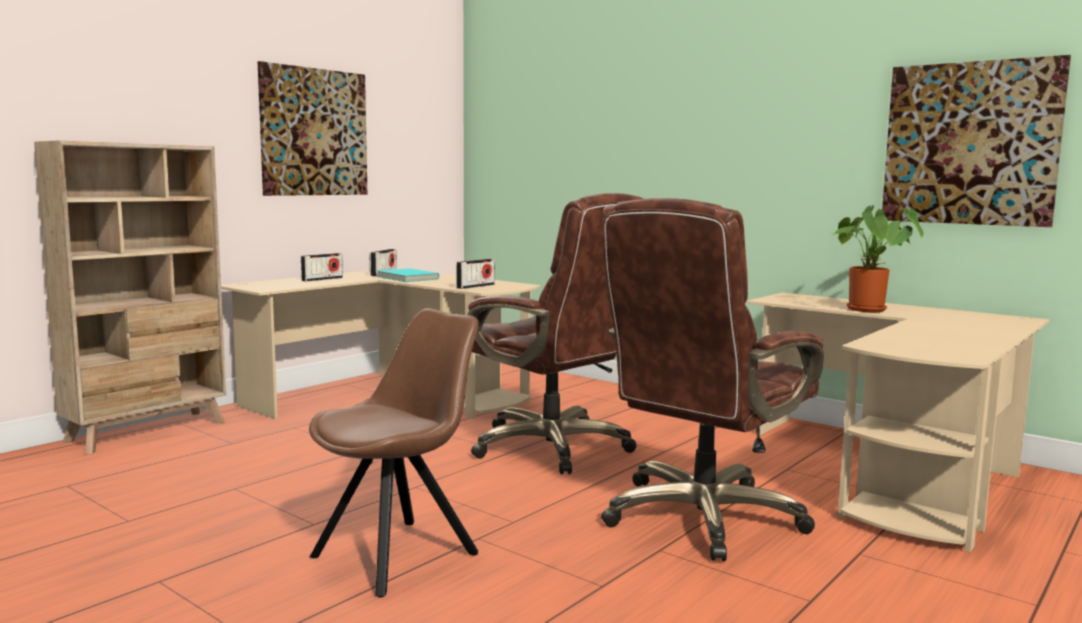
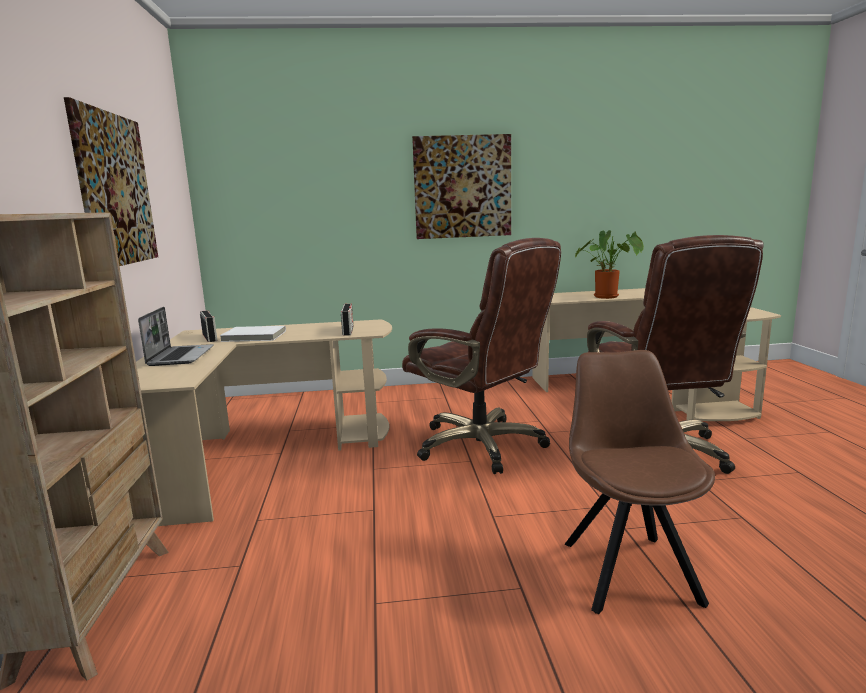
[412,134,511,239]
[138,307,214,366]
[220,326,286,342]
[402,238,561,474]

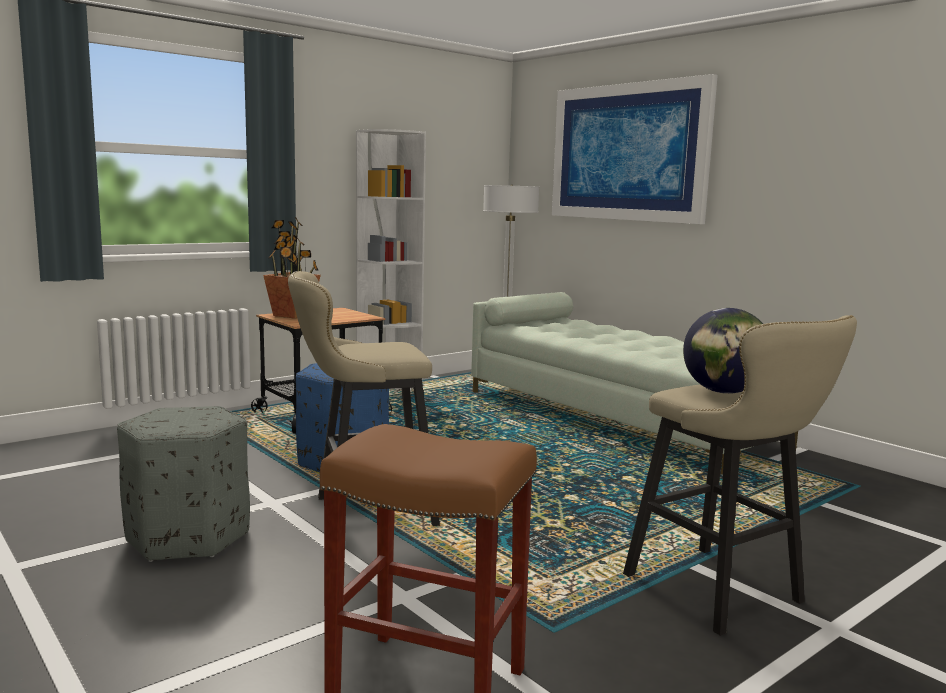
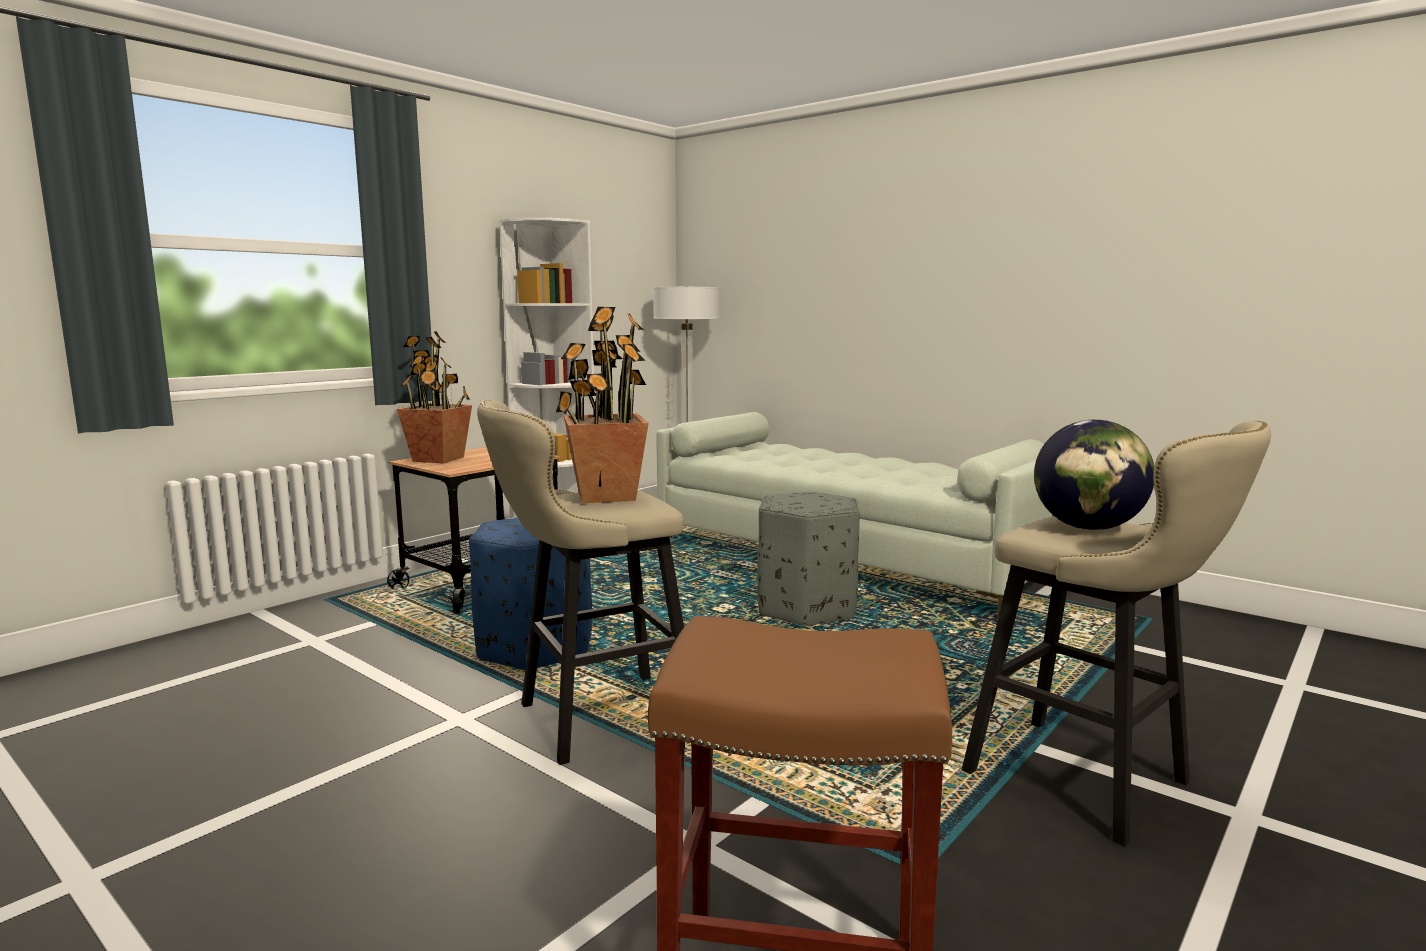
[552,74,718,224] (first image)
[556,307,649,503]
[757,492,860,626]

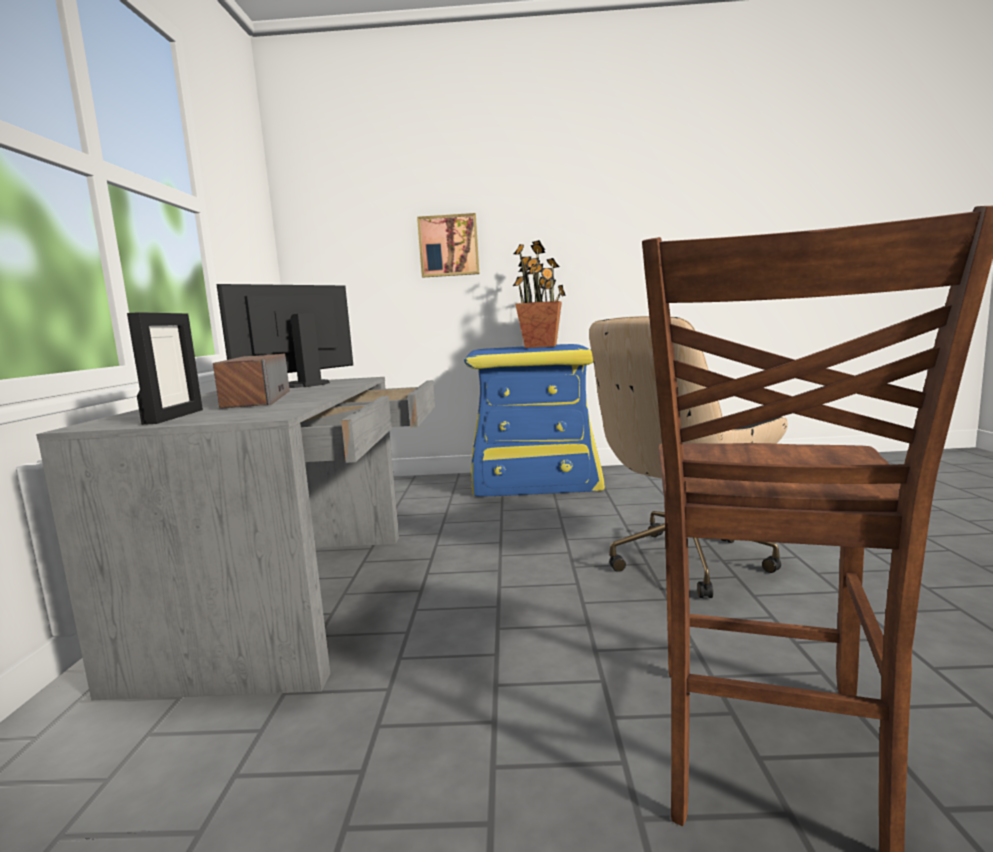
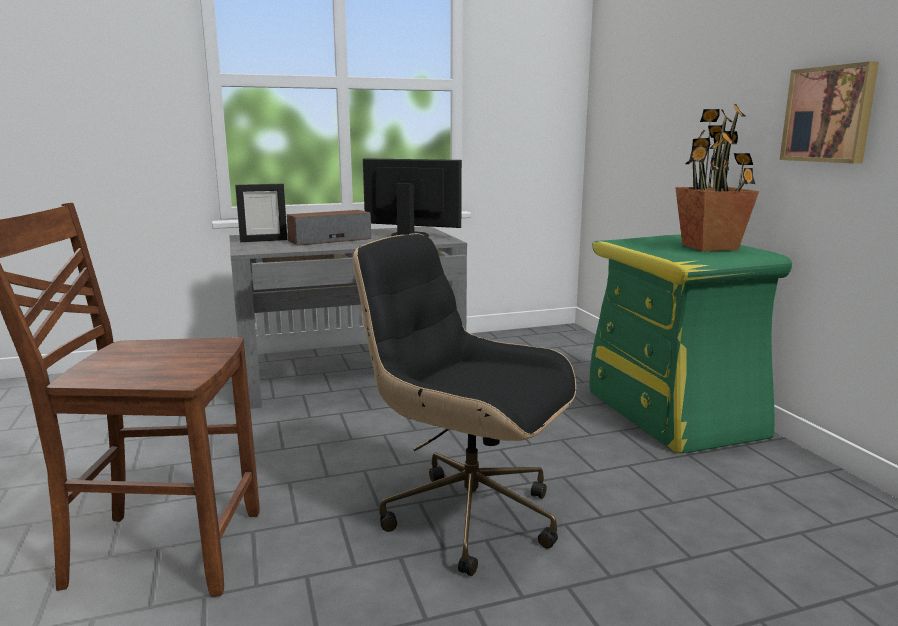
[780,61,879,164]
[590,234,792,453]

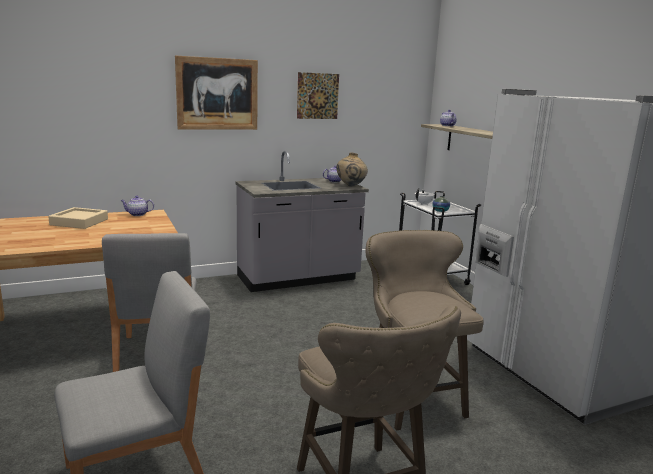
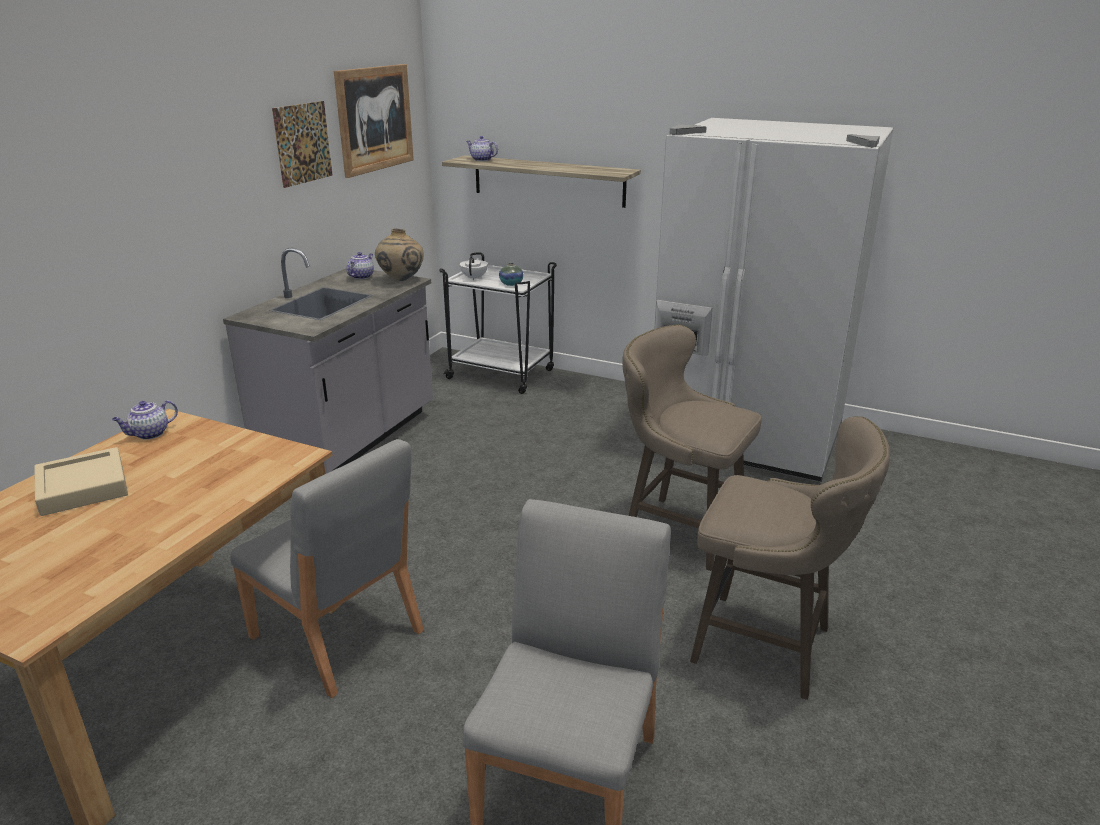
[334,64,414,178]

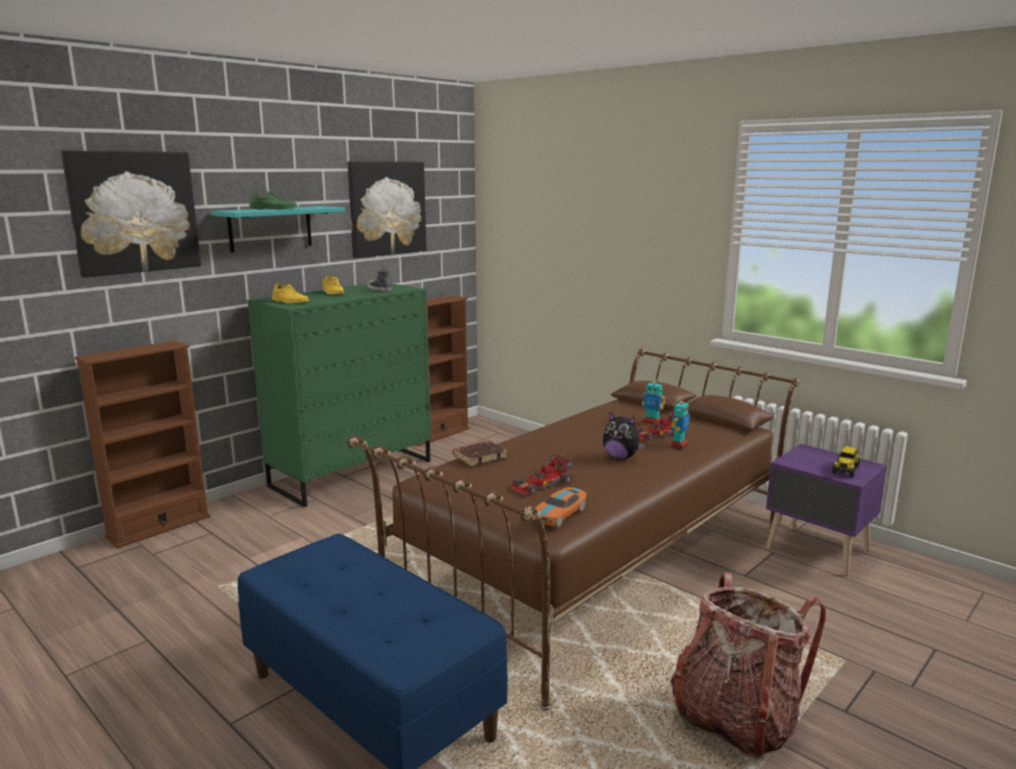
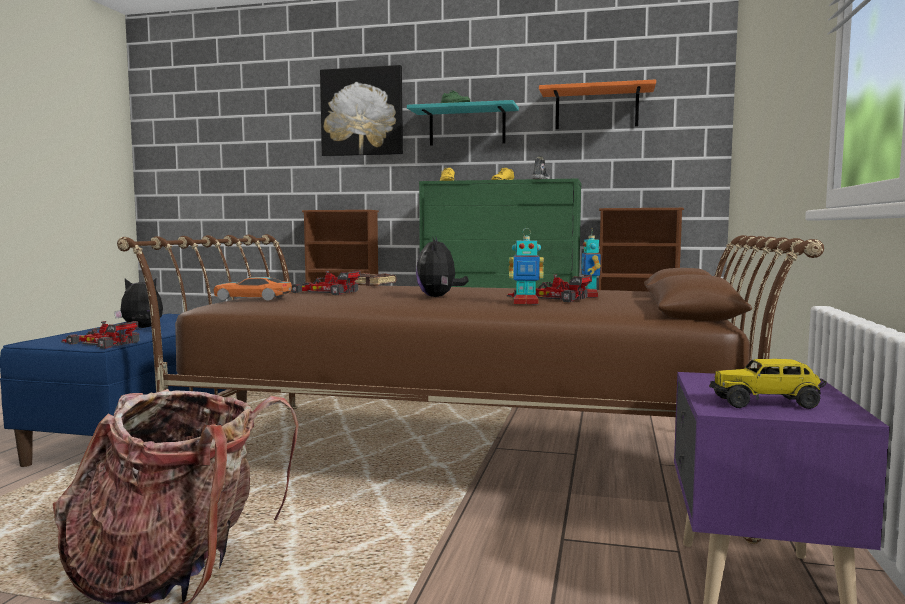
[61,321,140,349]
[114,278,163,328]
[539,79,656,129]

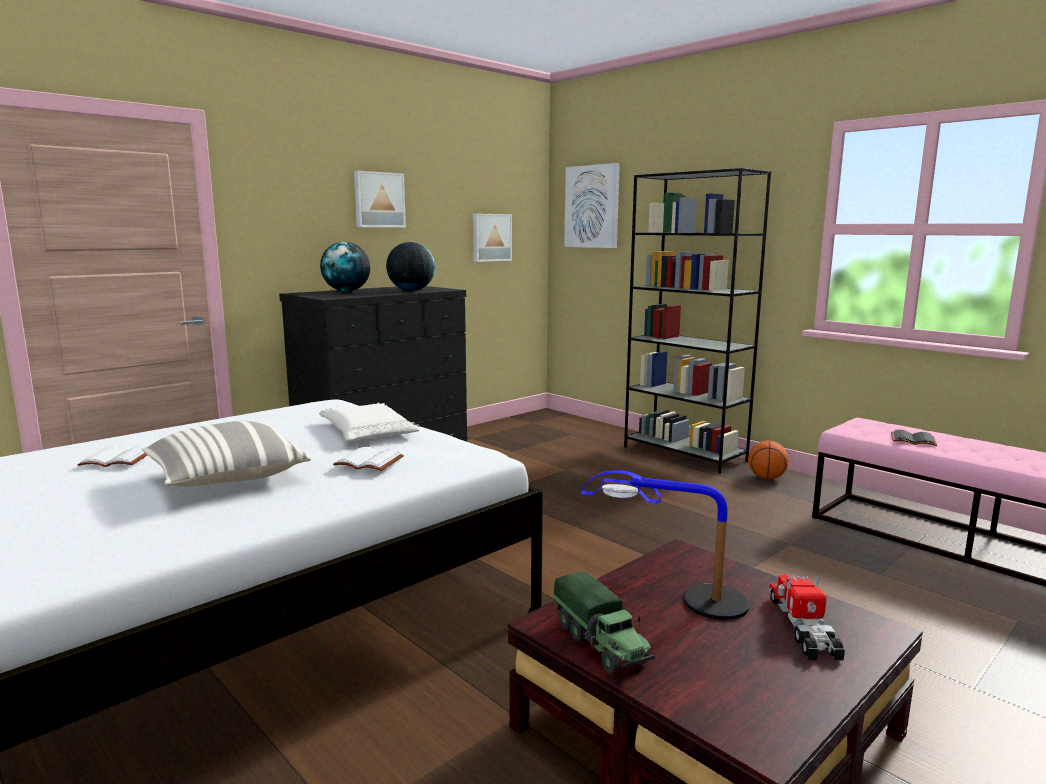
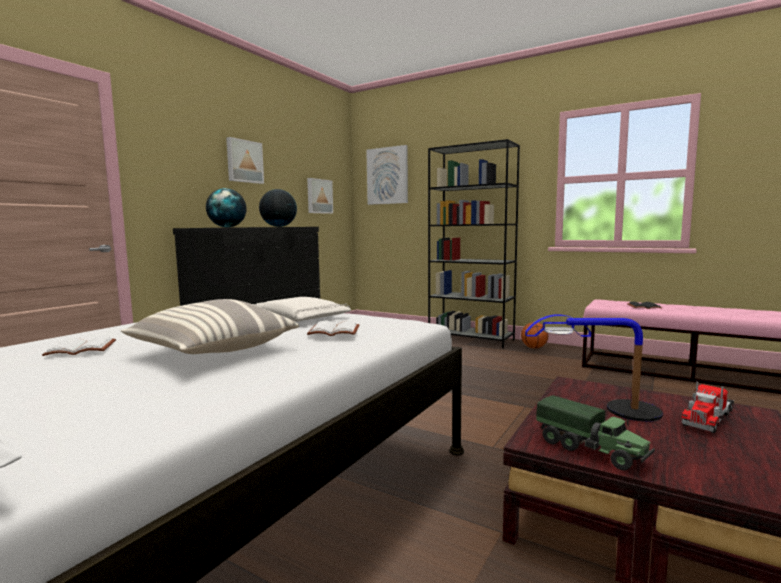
[681,381,734,433]

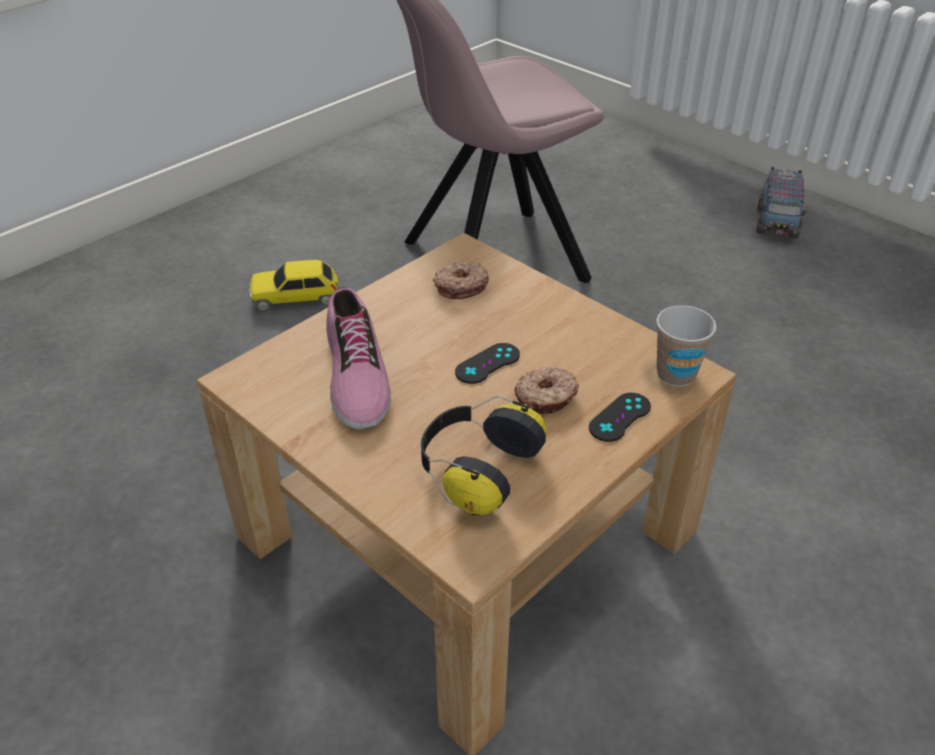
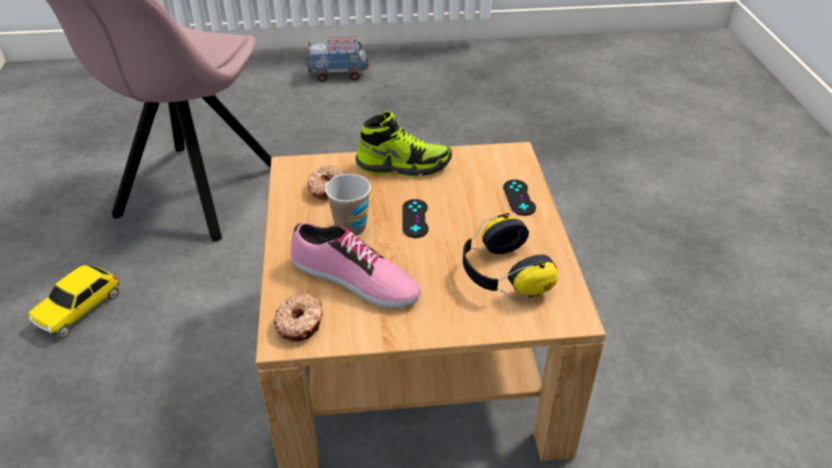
[355,111,452,177]
[274,293,323,342]
[325,174,371,236]
[306,37,370,82]

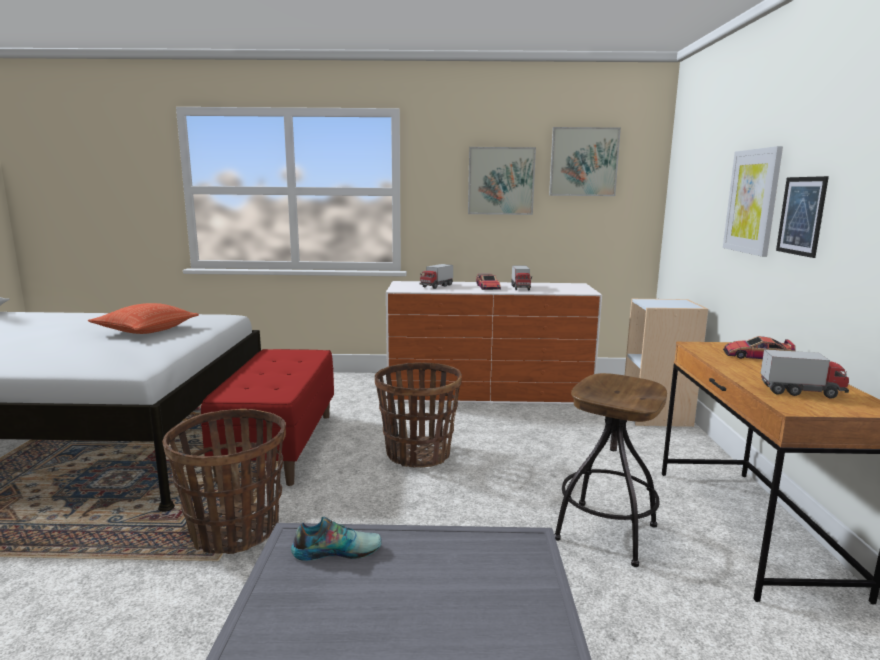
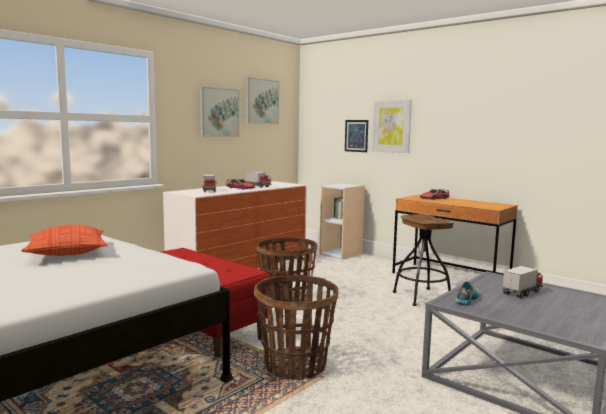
[502,266,543,298]
[345,120,368,152]

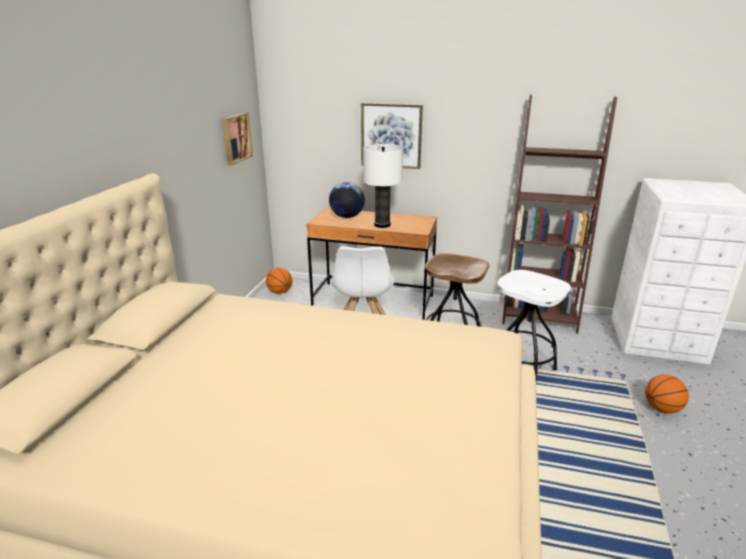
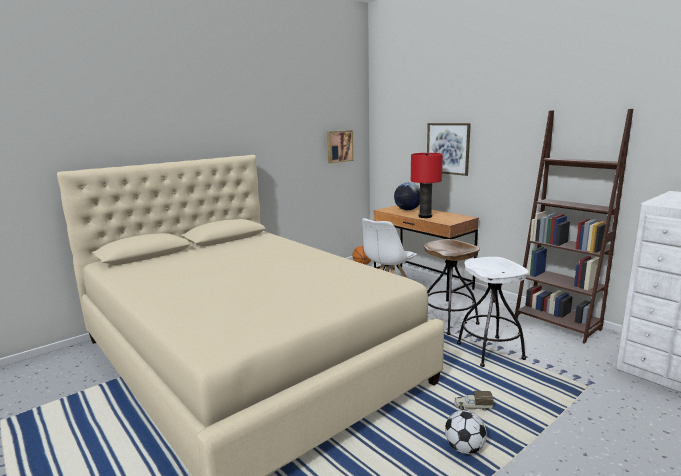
[645,375,689,414] (first image)
[445,410,487,454]
[454,391,493,411]
[411,153,443,218]

